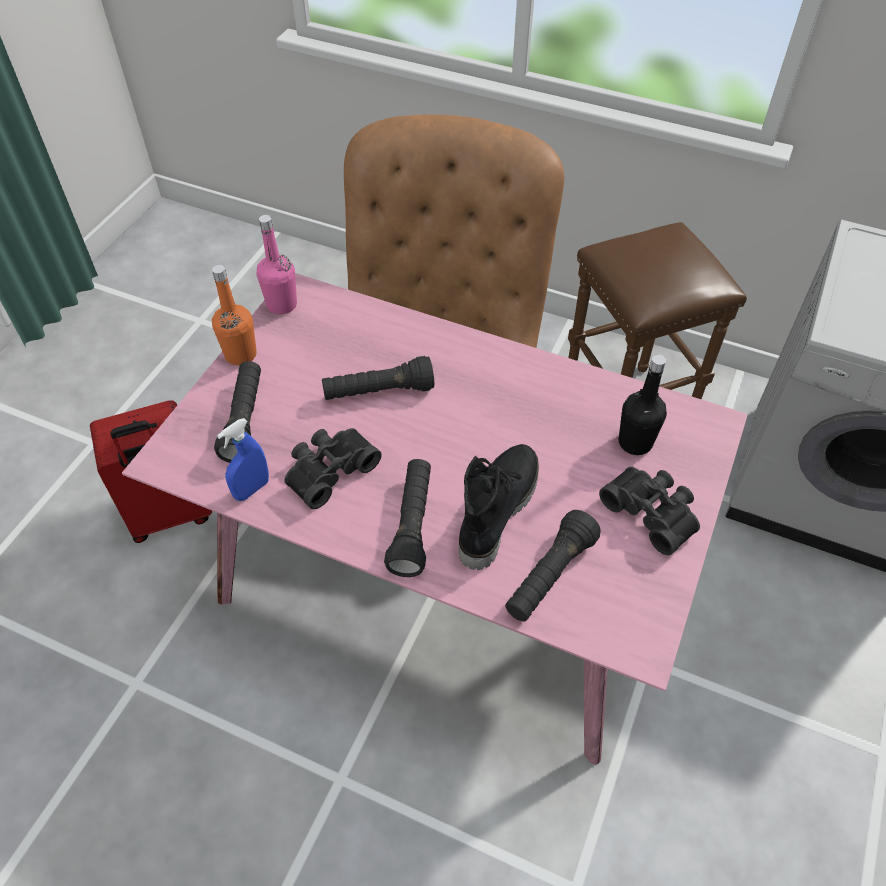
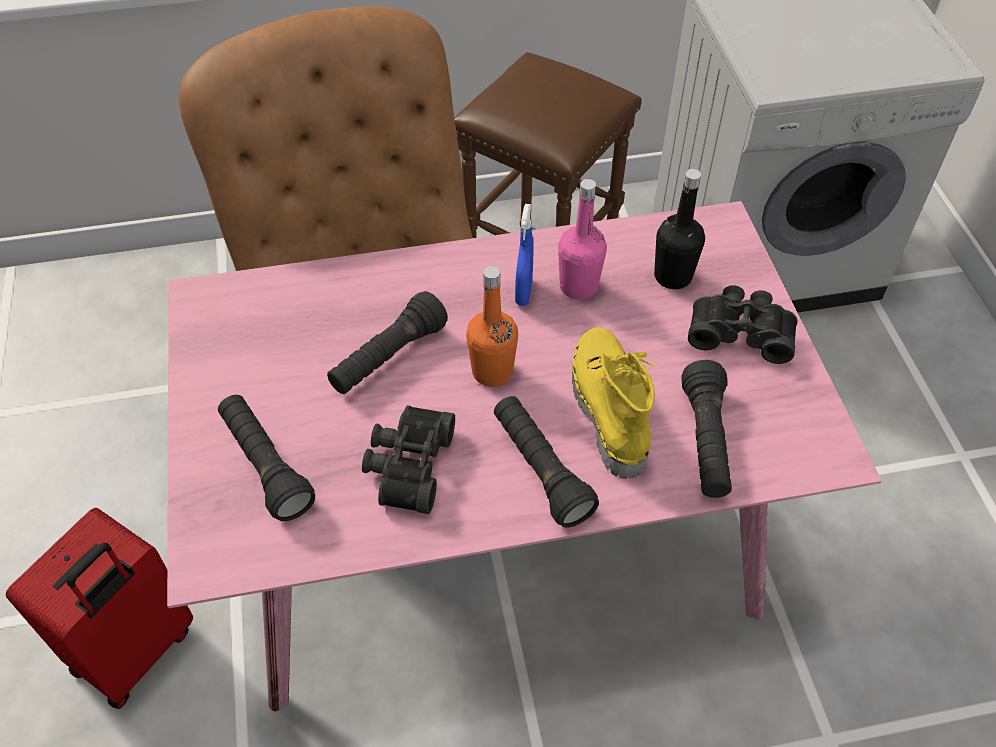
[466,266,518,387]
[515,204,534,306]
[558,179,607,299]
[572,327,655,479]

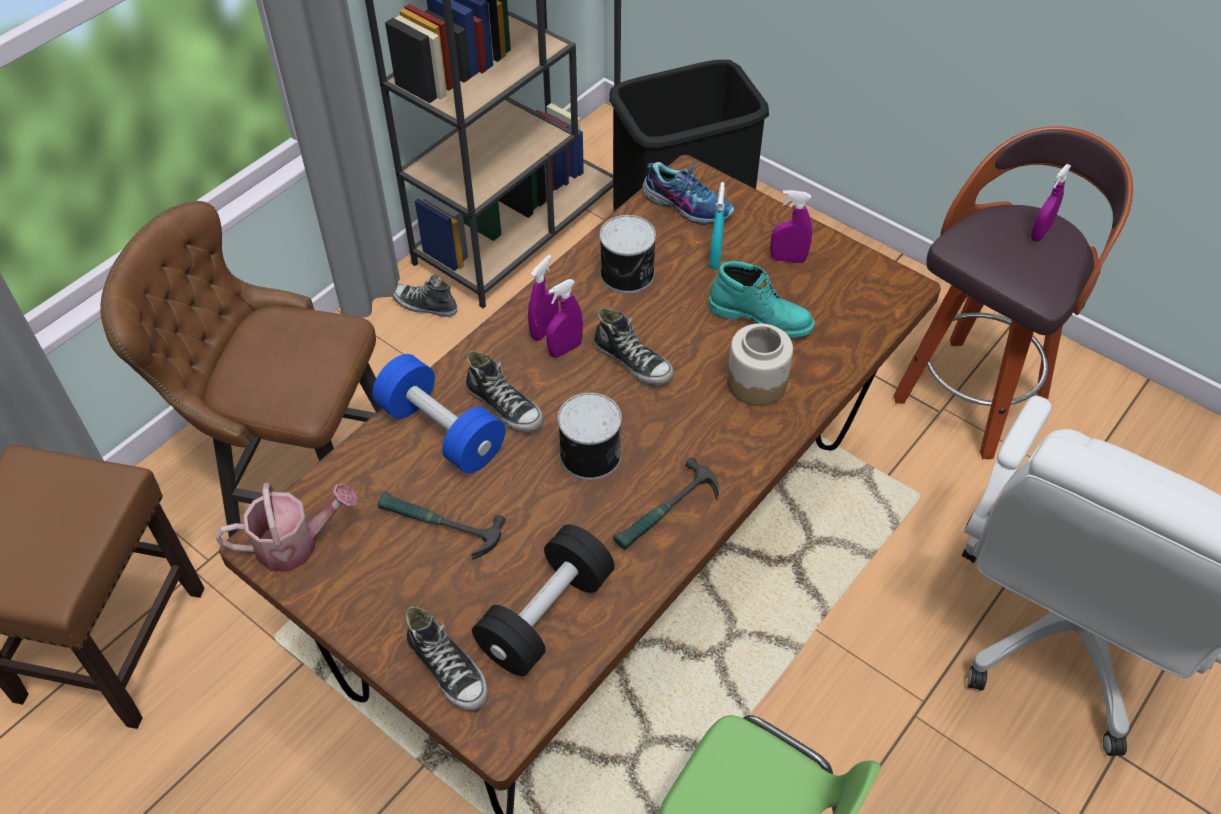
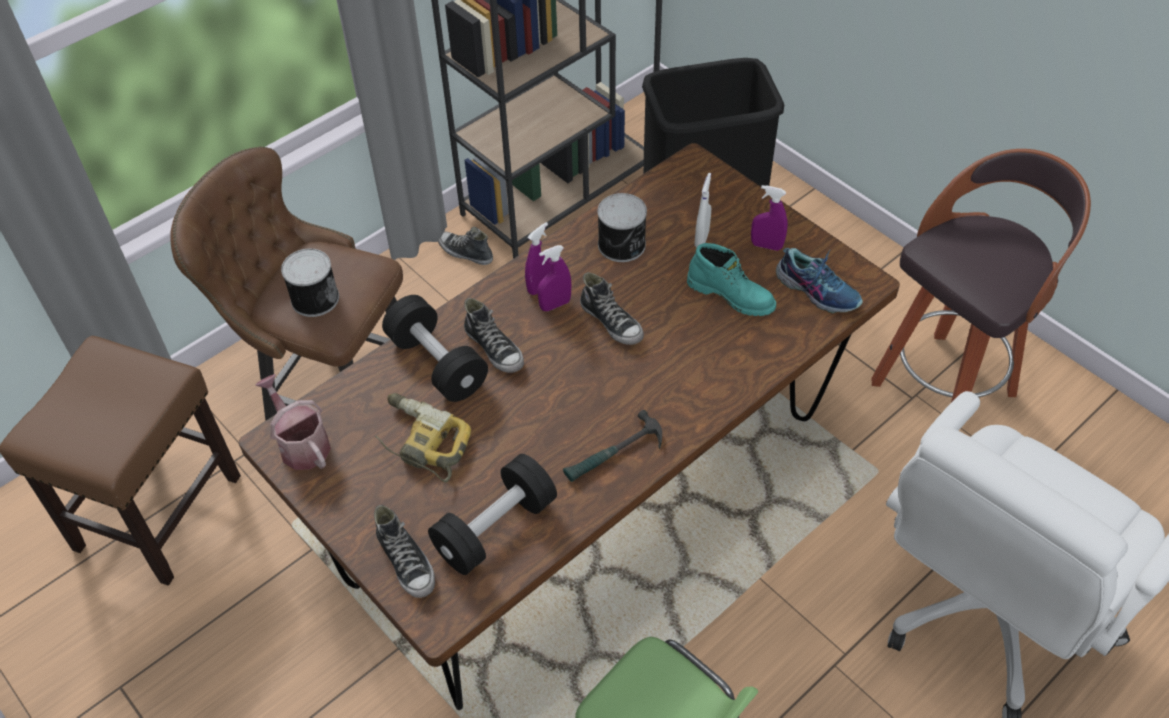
[727,323,793,406] (first image)
[1031,164,1071,241] (first image)
[281,248,339,317]
[776,248,863,313]
[375,393,471,483]
[382,295,488,402]
[695,173,711,248]
[255,374,331,470]

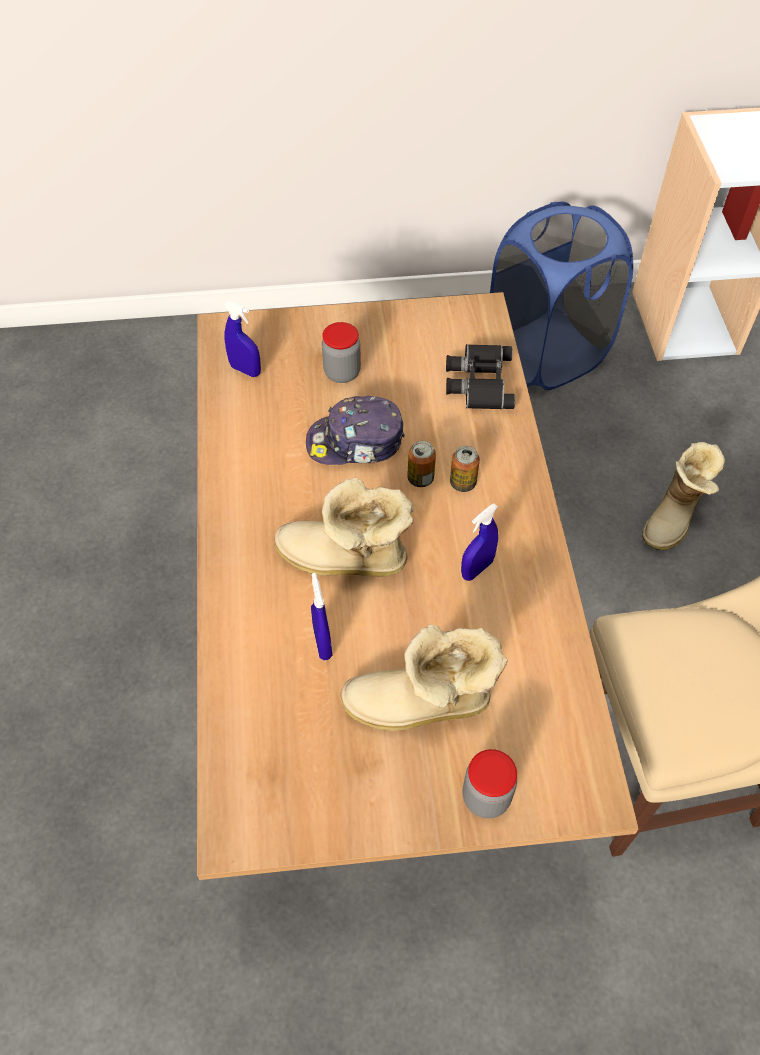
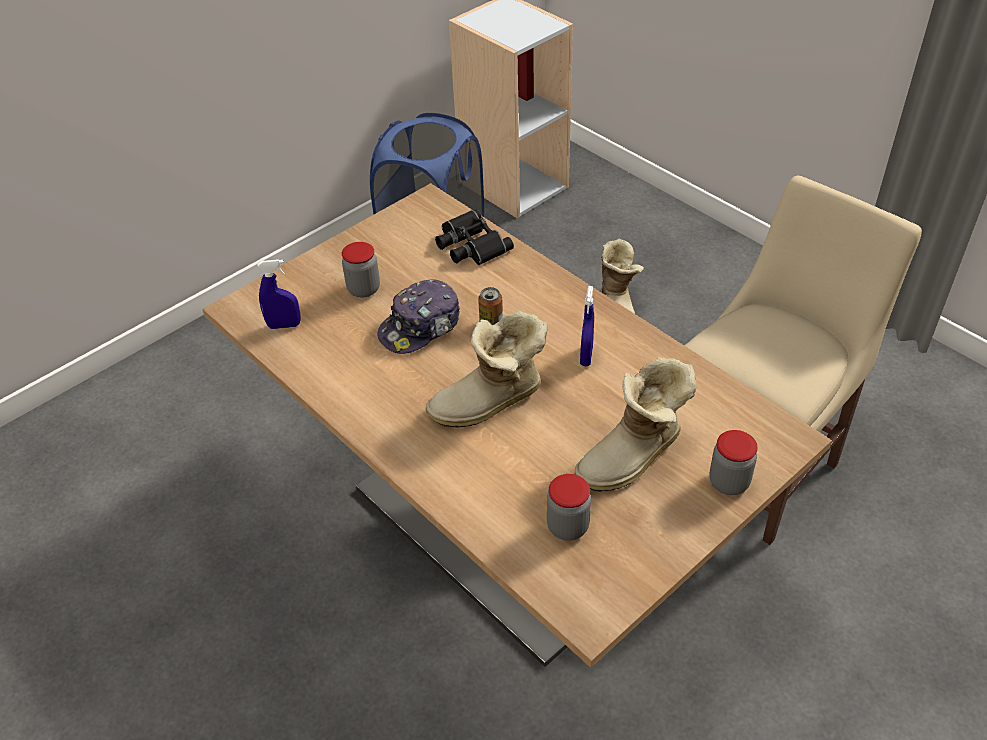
[311,573,332,660] (first image)
[450,446,480,492] (first image)
[547,474,591,541]

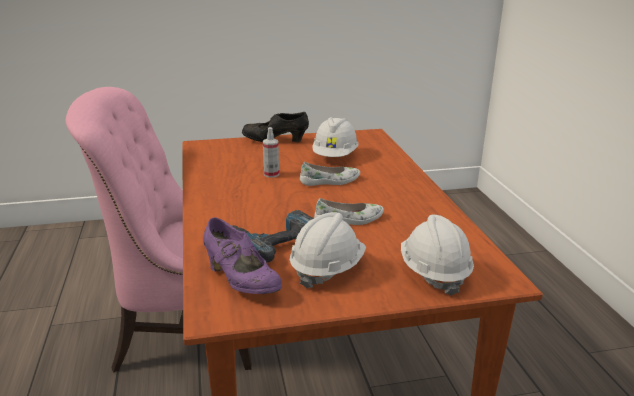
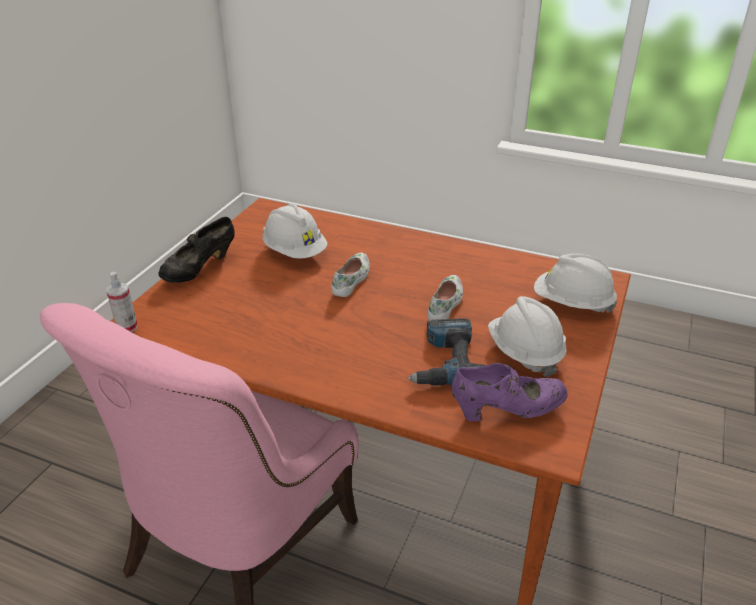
[106,272,138,332]

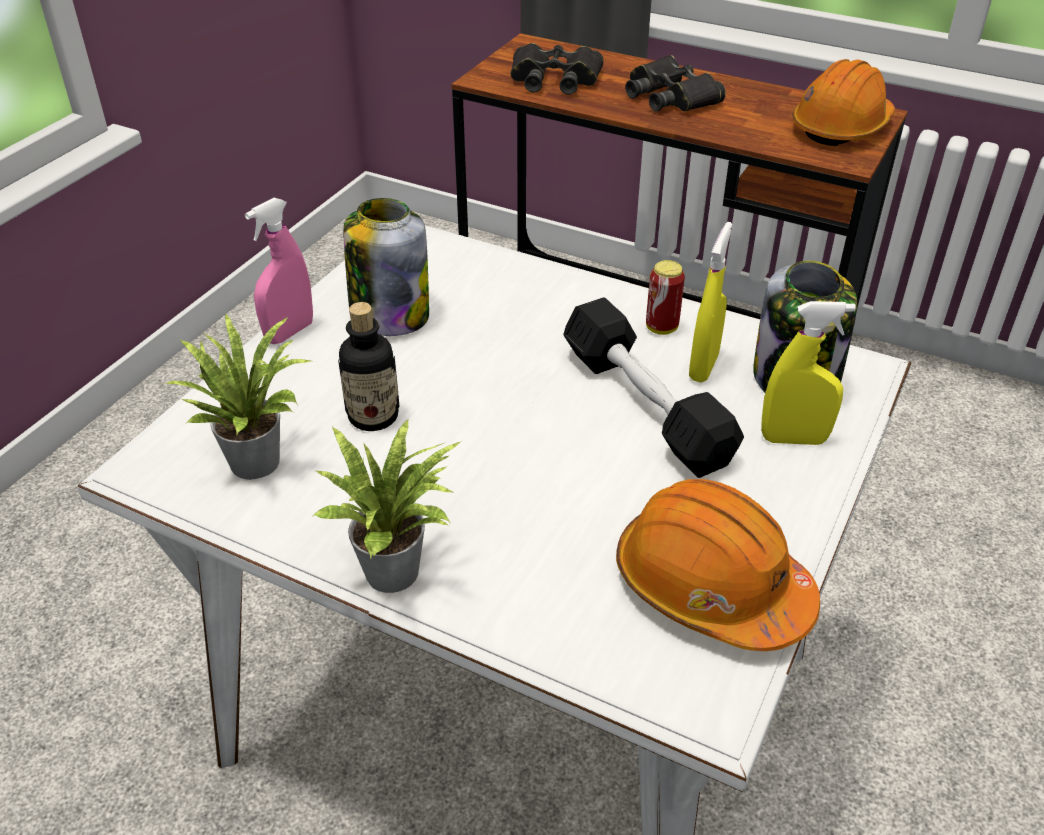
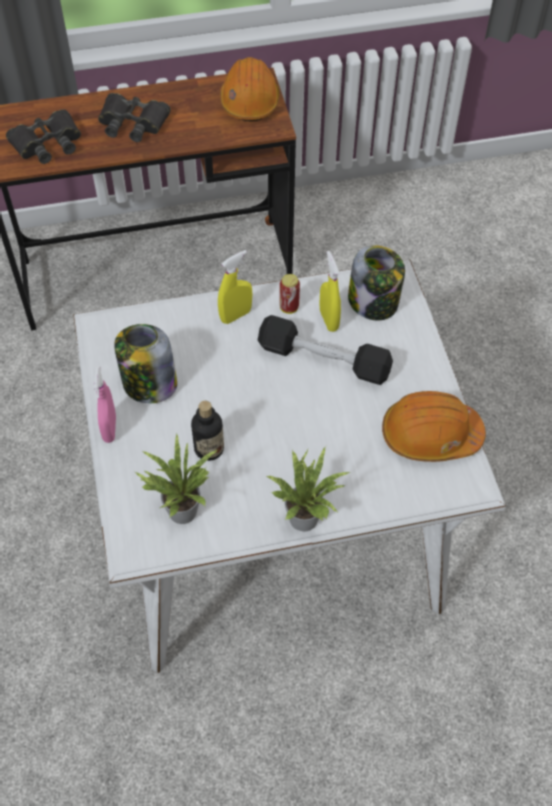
[218,250,252,324]

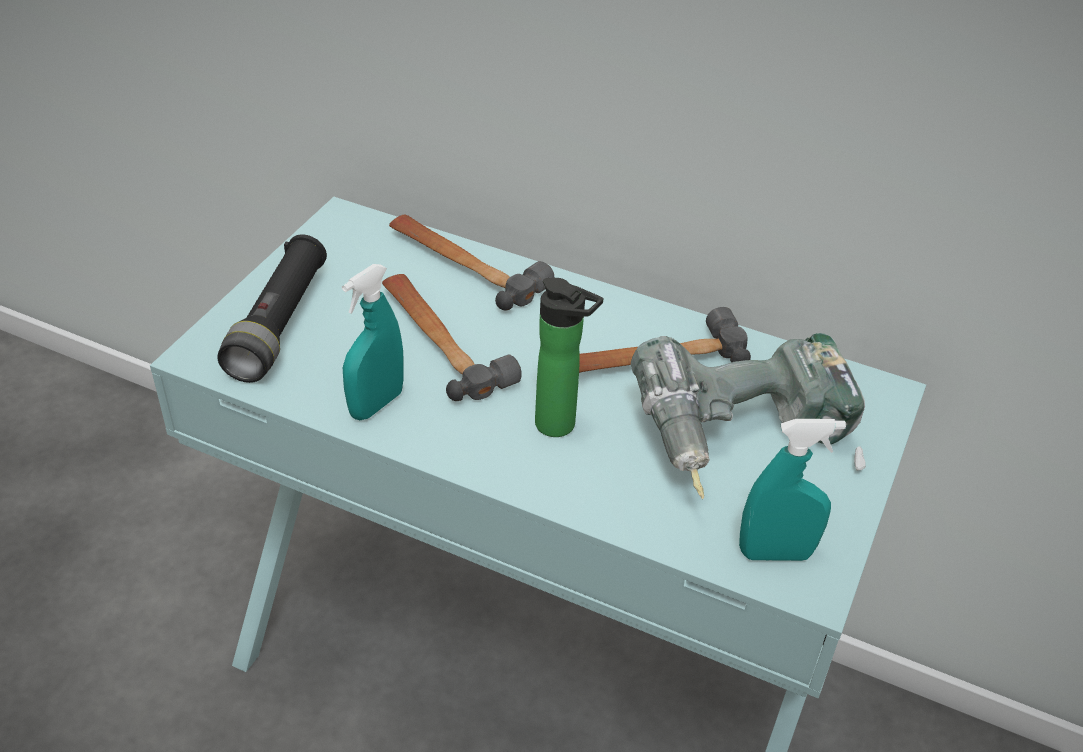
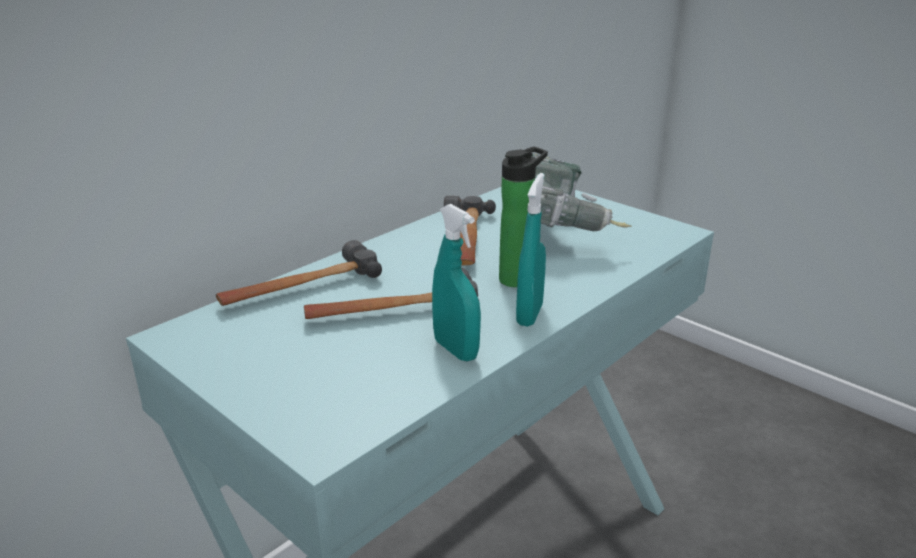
[217,234,327,383] (first image)
[516,173,546,327]

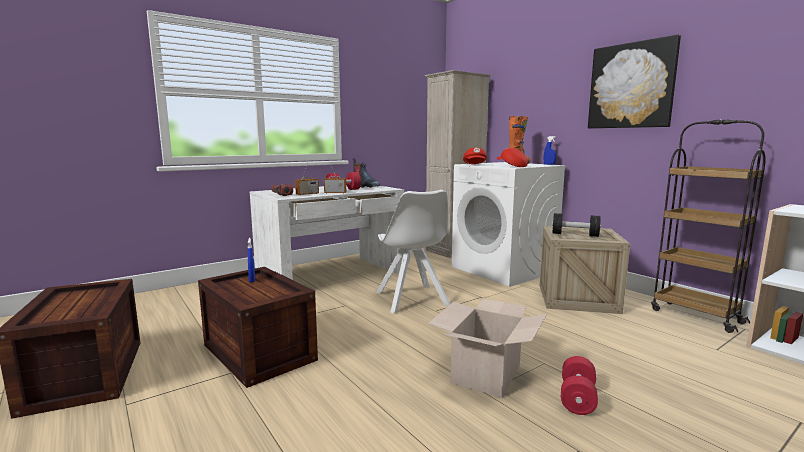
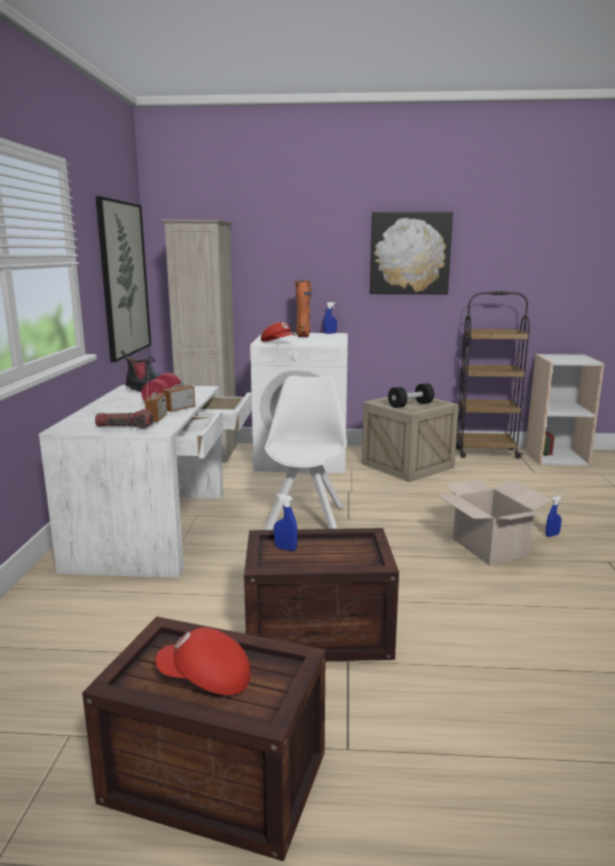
[96,196,151,362]
[155,627,251,695]
[546,495,563,537]
[264,375,347,530]

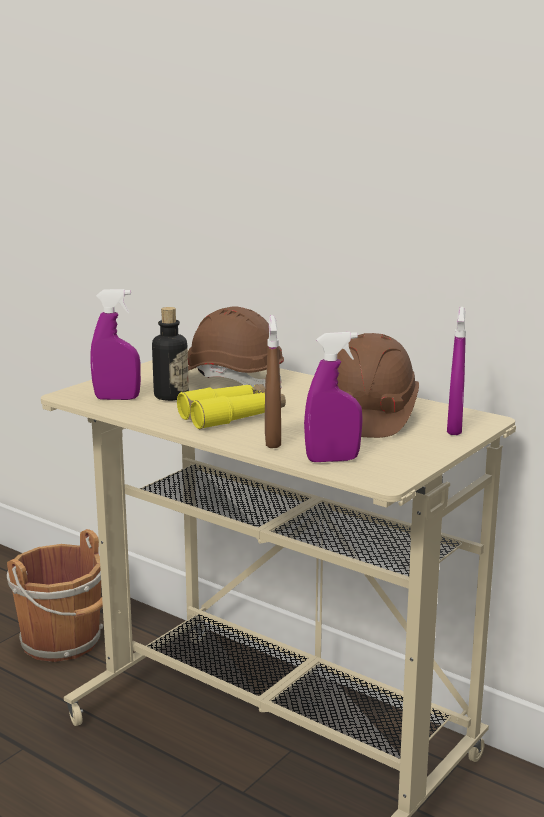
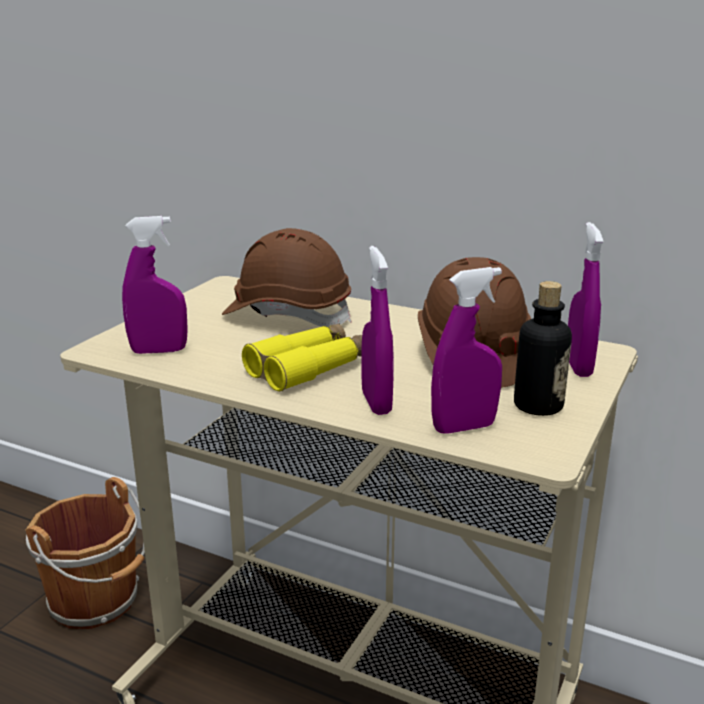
[514,281,572,416]
[361,246,394,415]

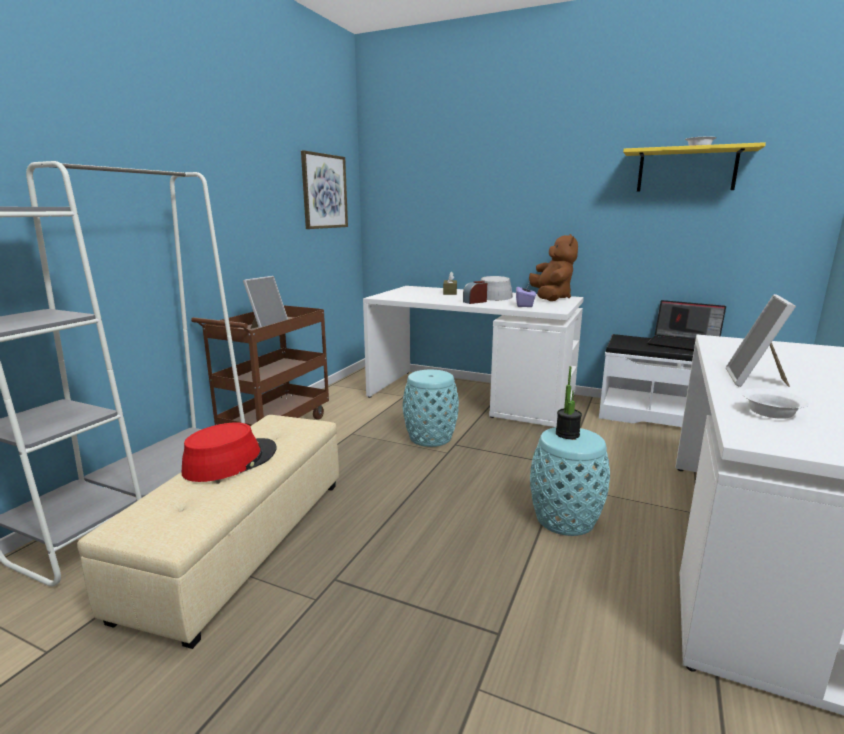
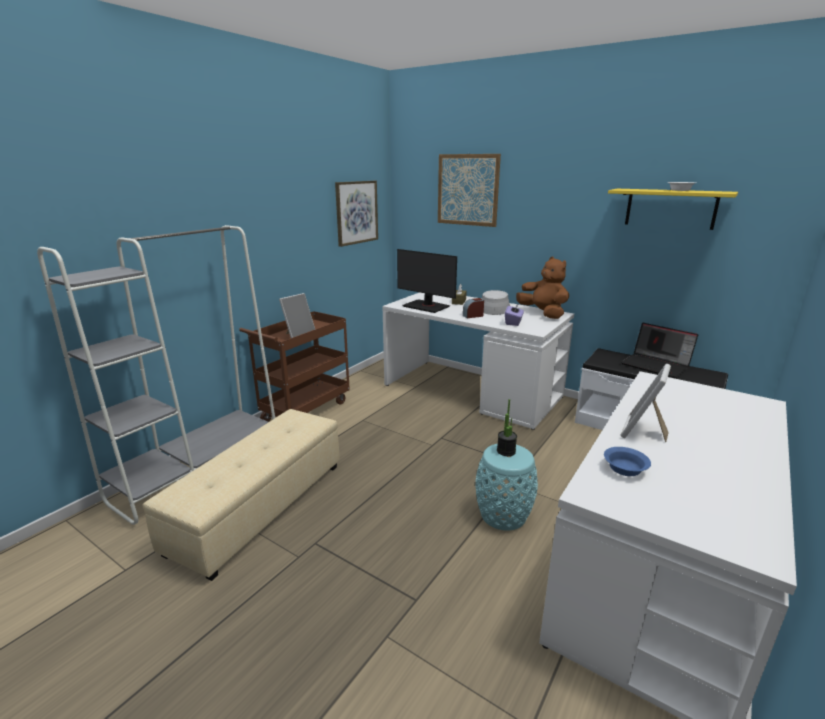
[182,422,277,482] (first image)
[403,370,459,447] (first image)
[397,249,457,313]
[438,153,501,227]
[604,447,651,476]
[516,257,569,319]

